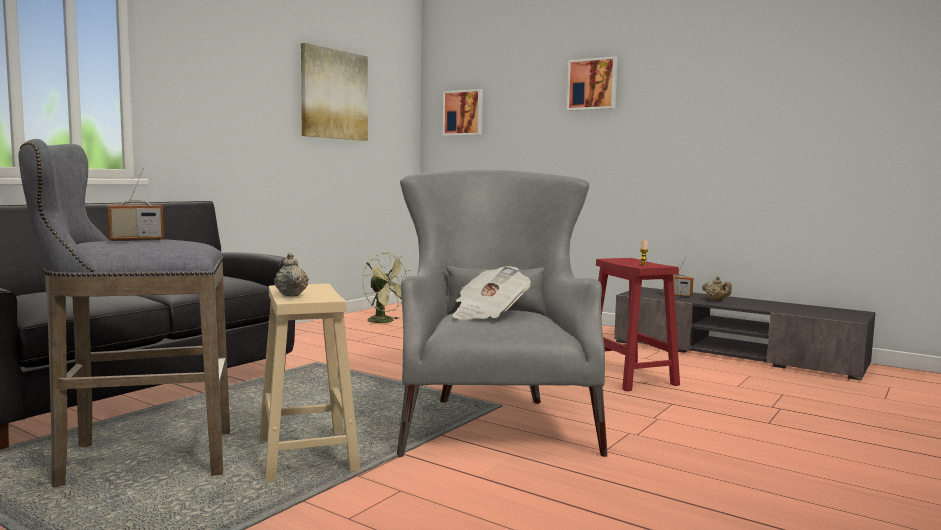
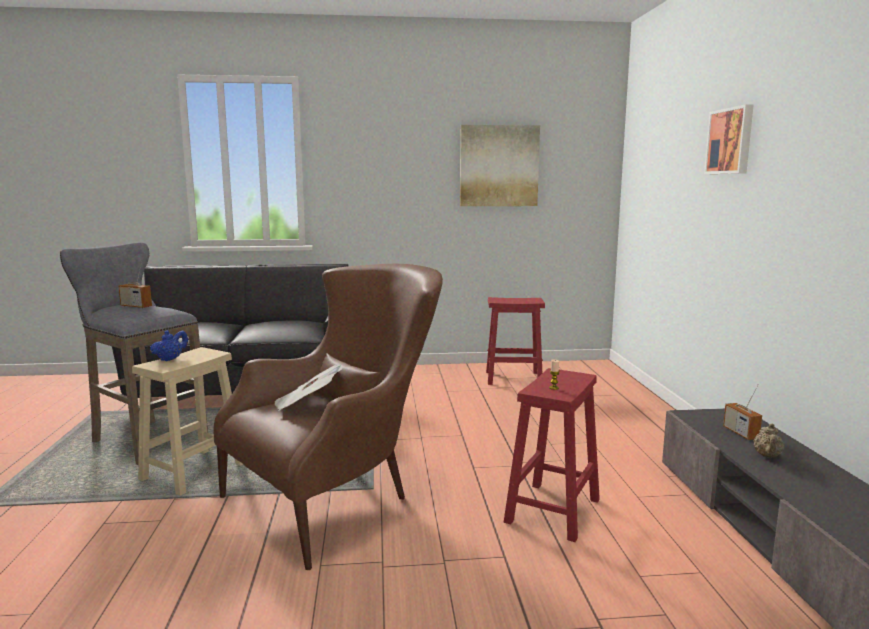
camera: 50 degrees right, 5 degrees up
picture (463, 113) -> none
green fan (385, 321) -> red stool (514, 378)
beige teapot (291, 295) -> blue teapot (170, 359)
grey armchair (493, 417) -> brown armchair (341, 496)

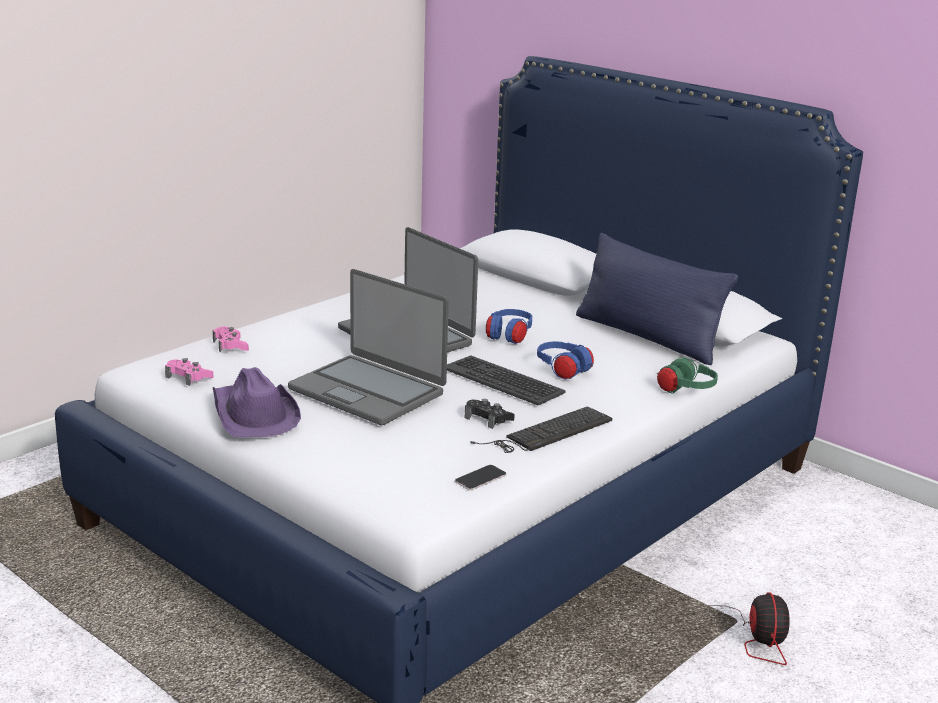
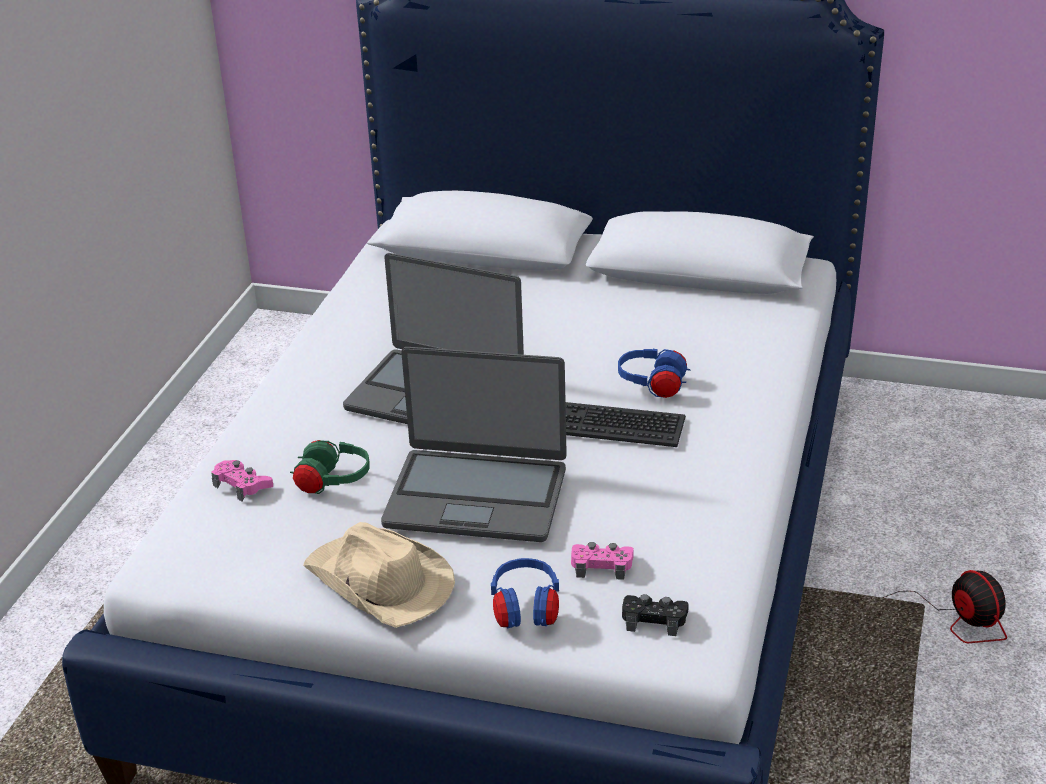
camera: 25 degrees left, 10 degrees up
phone (480, 478) -> none
keyboard (547, 432) -> none
blue pillow (647, 337) -> none
pink game controller (188, 377) -> pink game controller (602, 565), shifted
black game controller (488, 419) -> black game controller (654, 619), shifted
blue headphones (509, 337) -> blue headphones (526, 611), shifted
green headphones (686, 391) -> green headphones (333, 483), shifted
purple hat (253, 414) -> beige hat (379, 582)

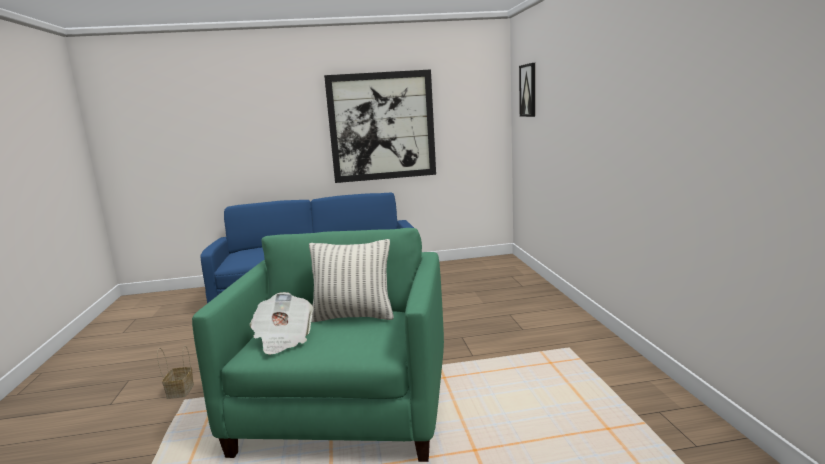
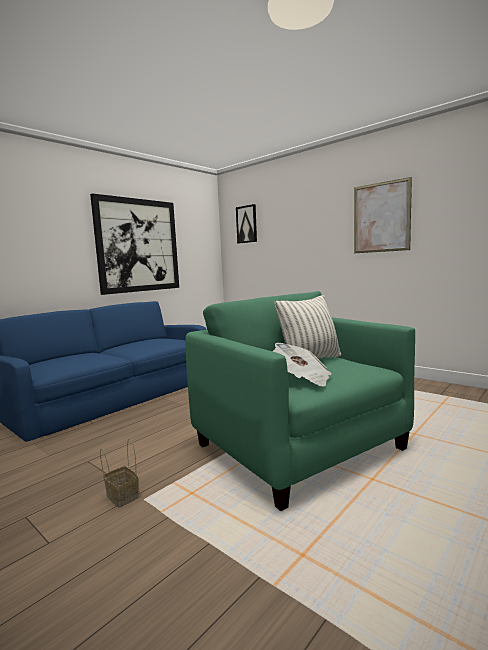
camera: 40 degrees left, 5 degrees down
none -> picture (381, 217)

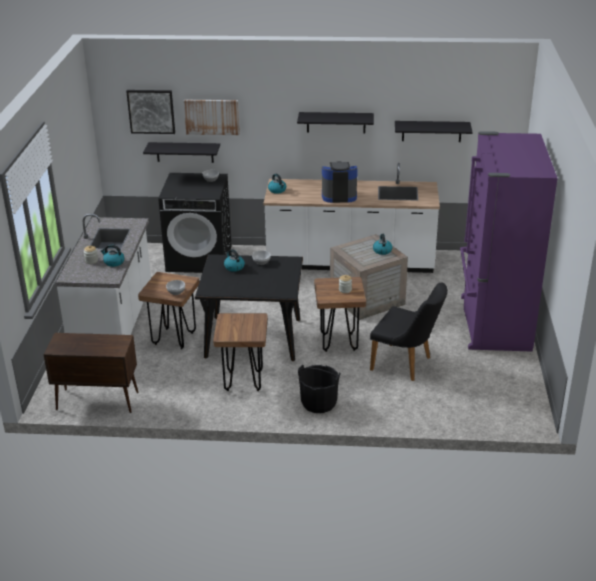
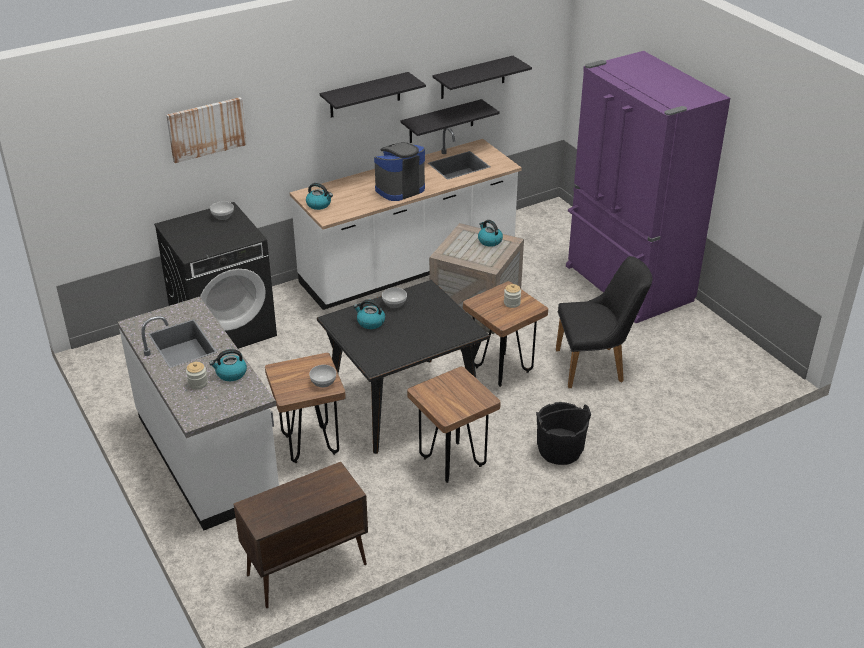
camera: 35 degrees left, 5 degrees up
picture (151, 111) -> none
black shelf (184, 152) -> black shelf (441, 121), shifted

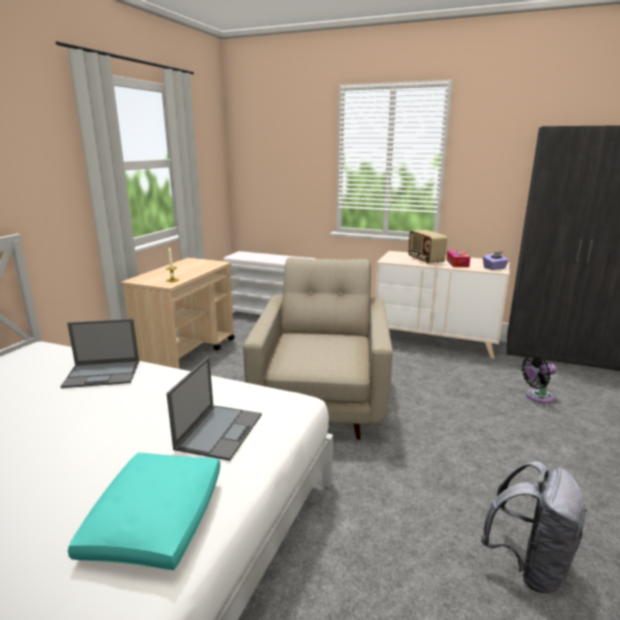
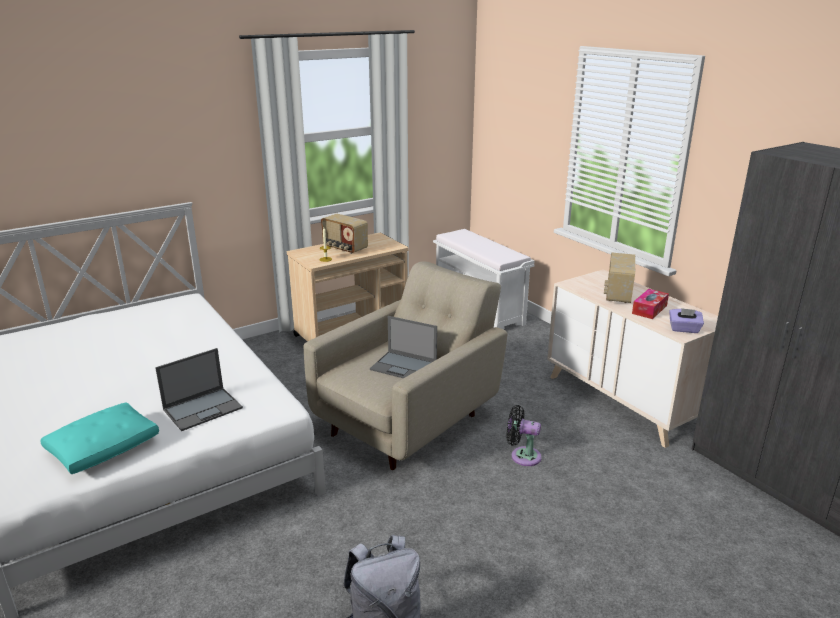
camera: 35 degrees right, 5 degrees up
none -> radio (344, 248)
laptop (103, 374) -> laptop (404, 366), shifted
black fan (537, 397) -> black fan (522, 456), shifted

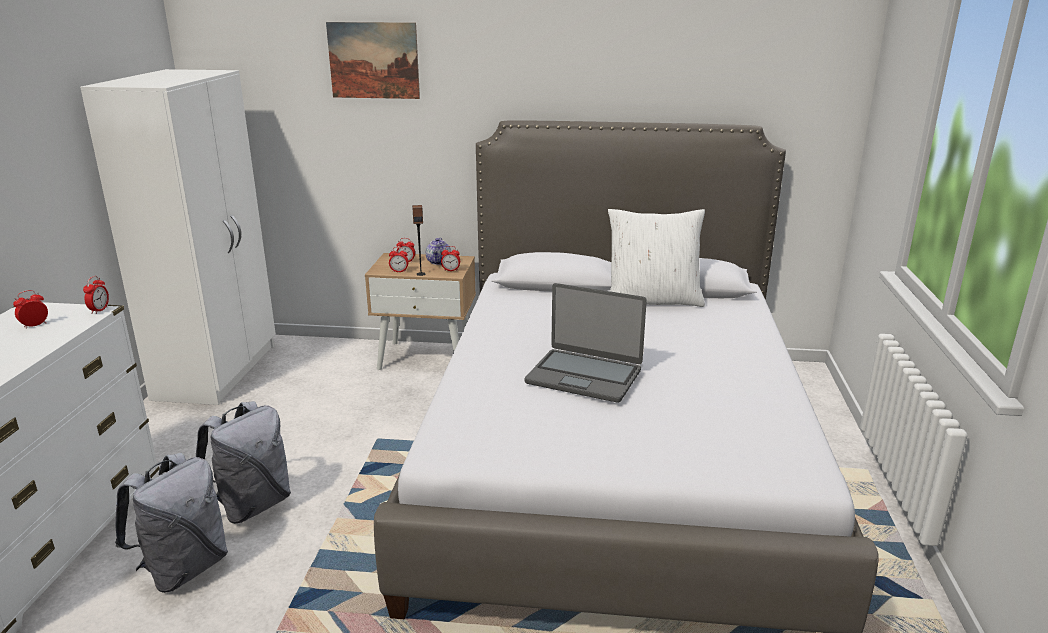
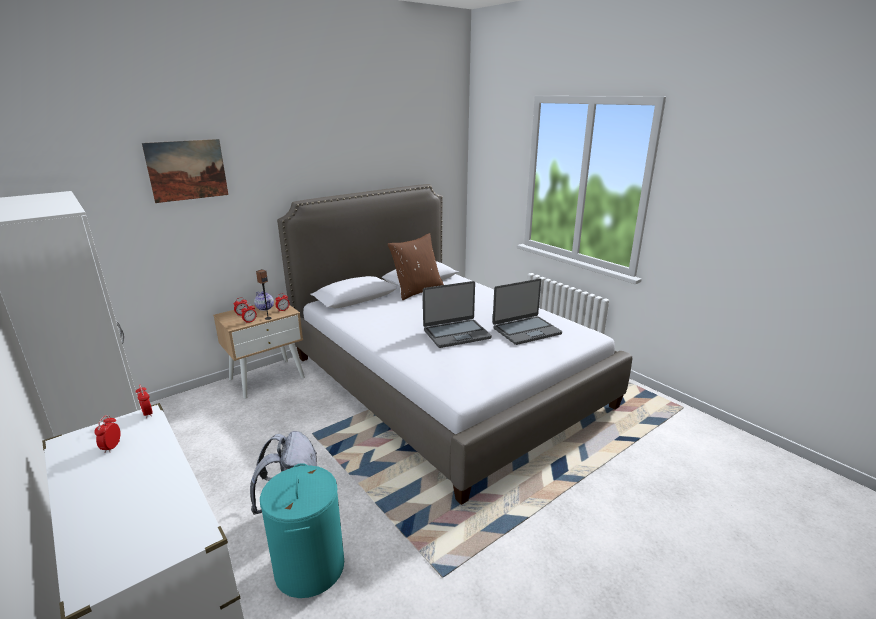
camera: 45 degrees left, 0 degrees up
none -> laptop (526, 331)
grey backpack (184, 568) -> turquoise laundry basket (309, 567)
white pillow (653, 300) -> brown pillow (417, 290)

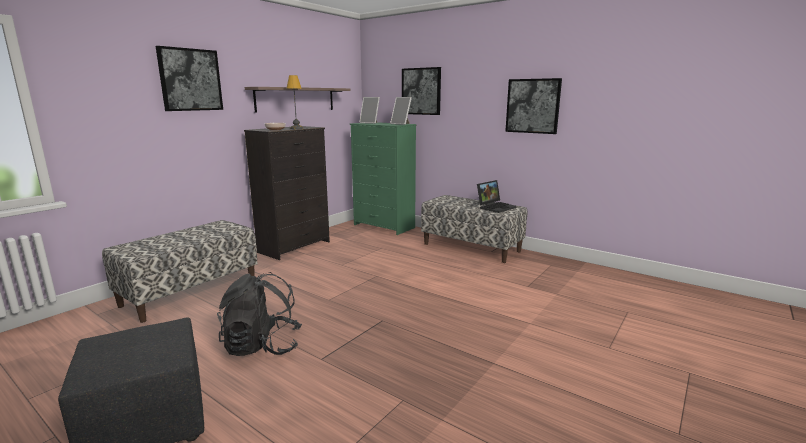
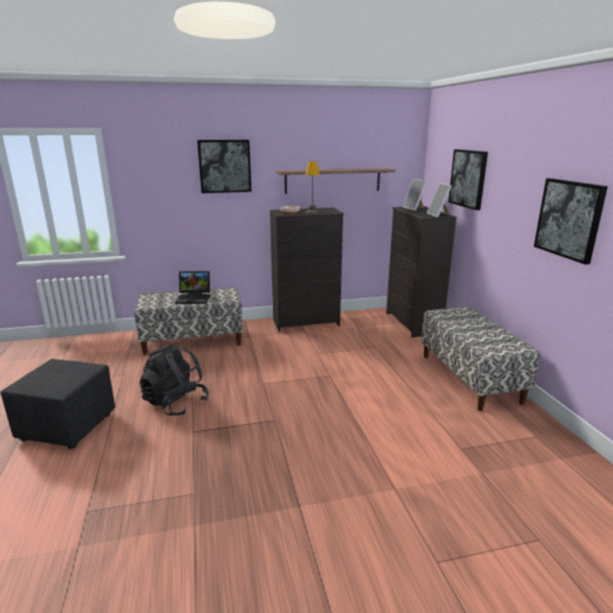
camera: 40 degrees right, 5 degrees up
laptop (495, 207) -> laptop (194, 298), shifted
green dresser (384, 226) -> black dresser (412, 323)

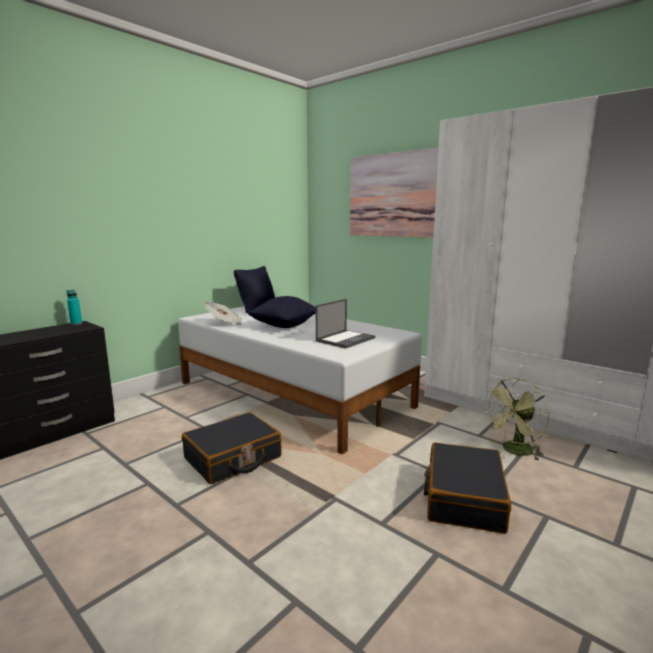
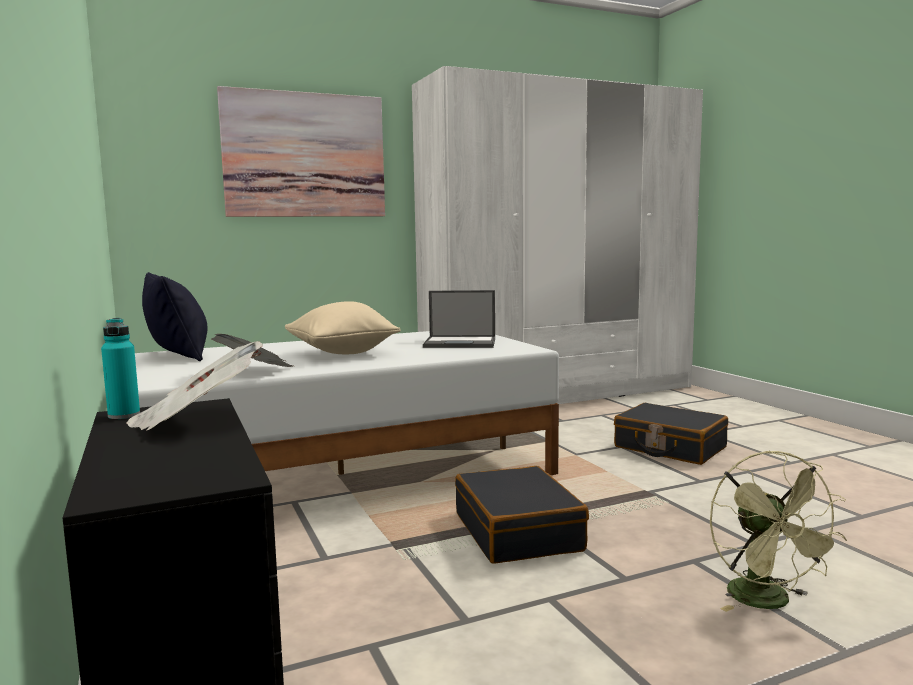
camera: 65 degrees left, 5 degrees down
none -> newspaper (196, 420)
green fan (514, 451) -> green fan (768, 602), shifted
black pillow (284, 326) -> beige pillow (342, 353)
laptop (346, 339) -> laptop (461, 343), 120 degrees clockwise

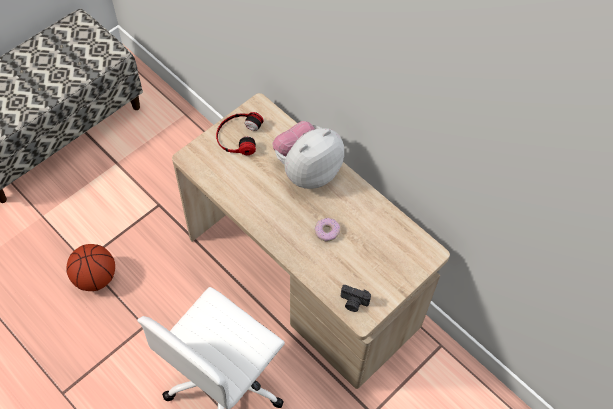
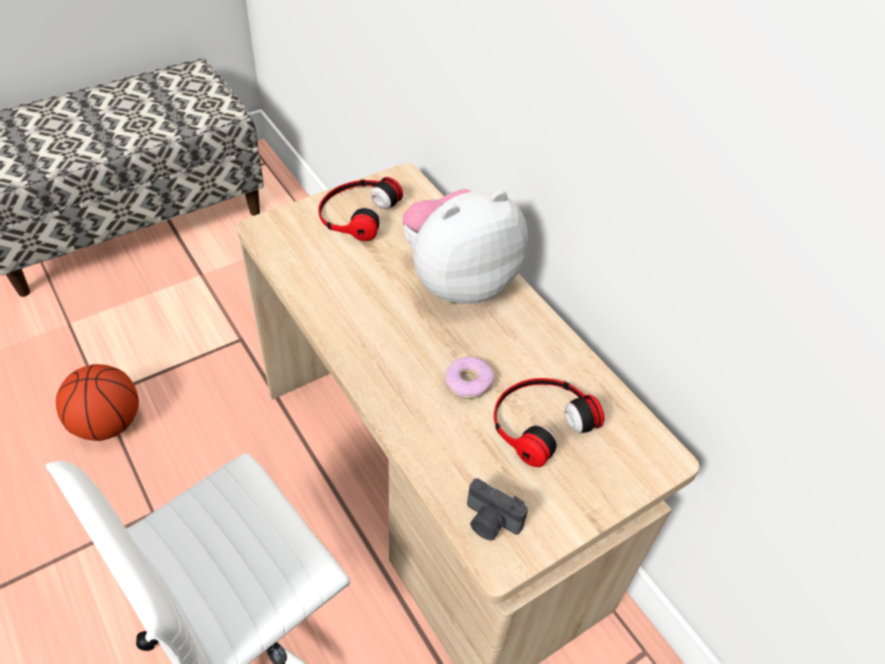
camera: 10 degrees right, 10 degrees down
none -> headphones (540, 421)

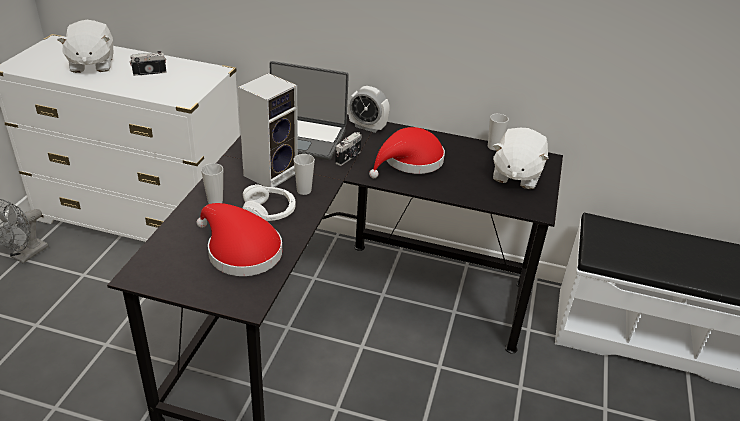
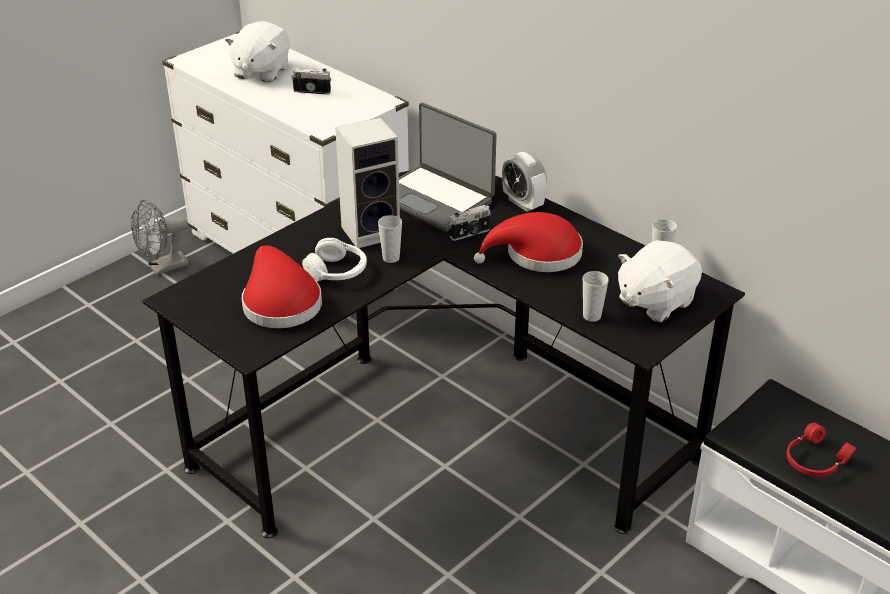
camera: 30 degrees right, 0 degrees up
none -> red headphones (814, 460)
cup (215, 201) -> cup (592, 316), shifted

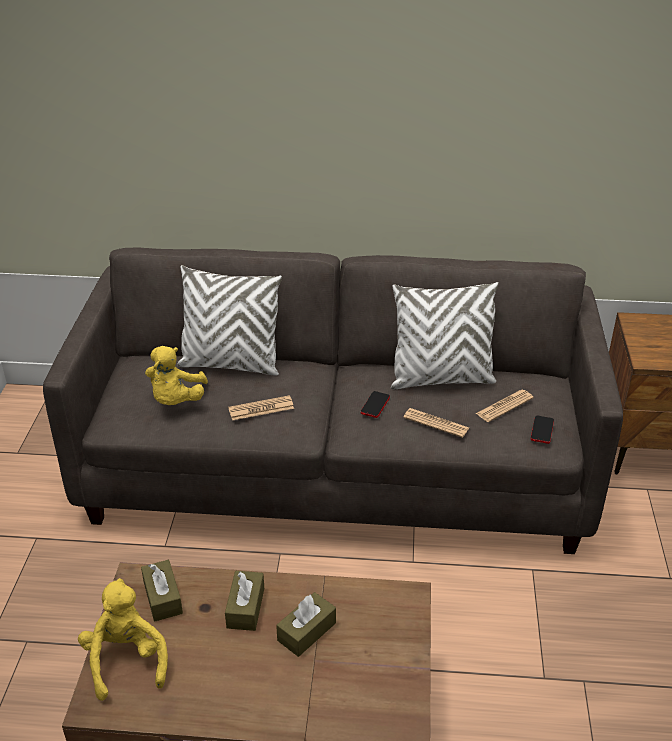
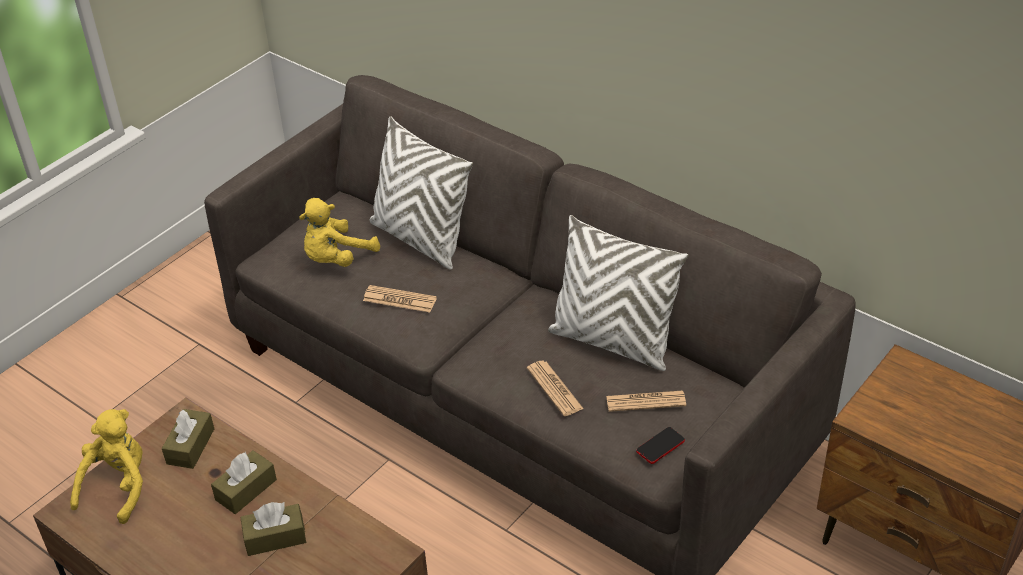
camera: 35 degrees right, 5 degrees up
phone (375, 405) -> none

